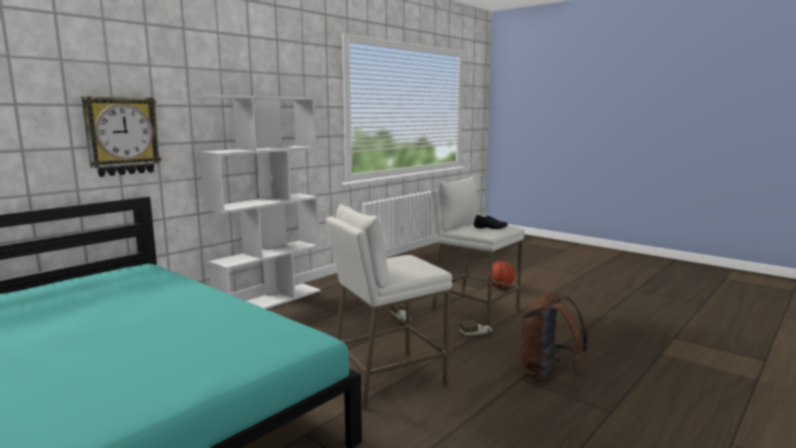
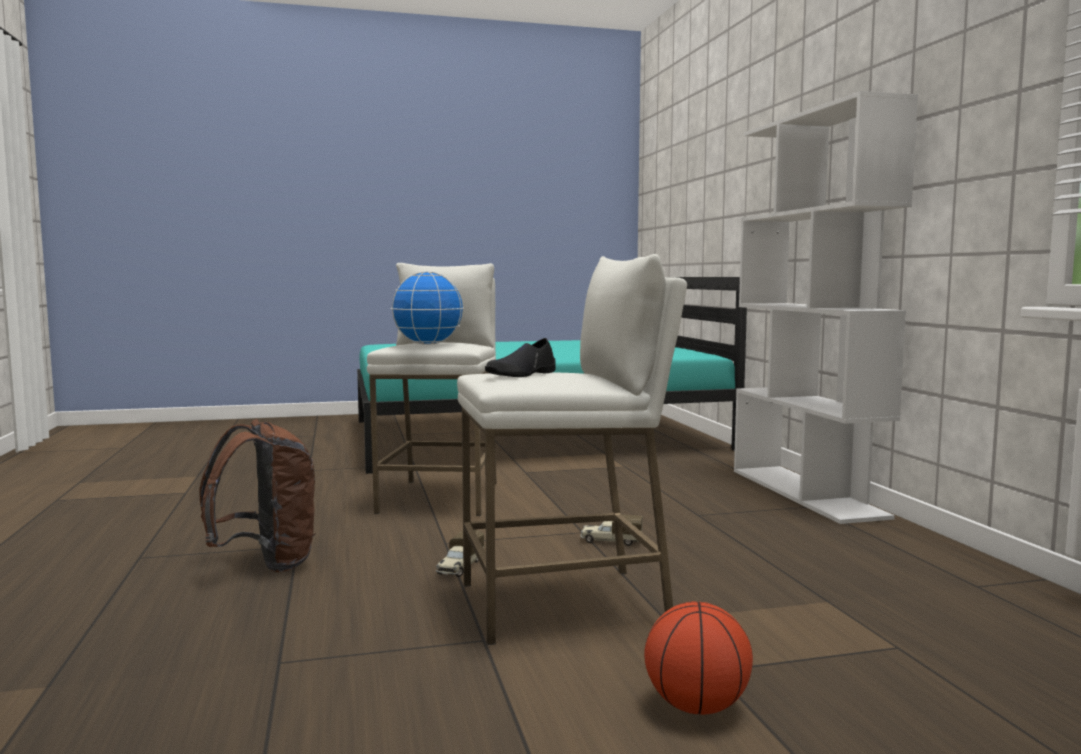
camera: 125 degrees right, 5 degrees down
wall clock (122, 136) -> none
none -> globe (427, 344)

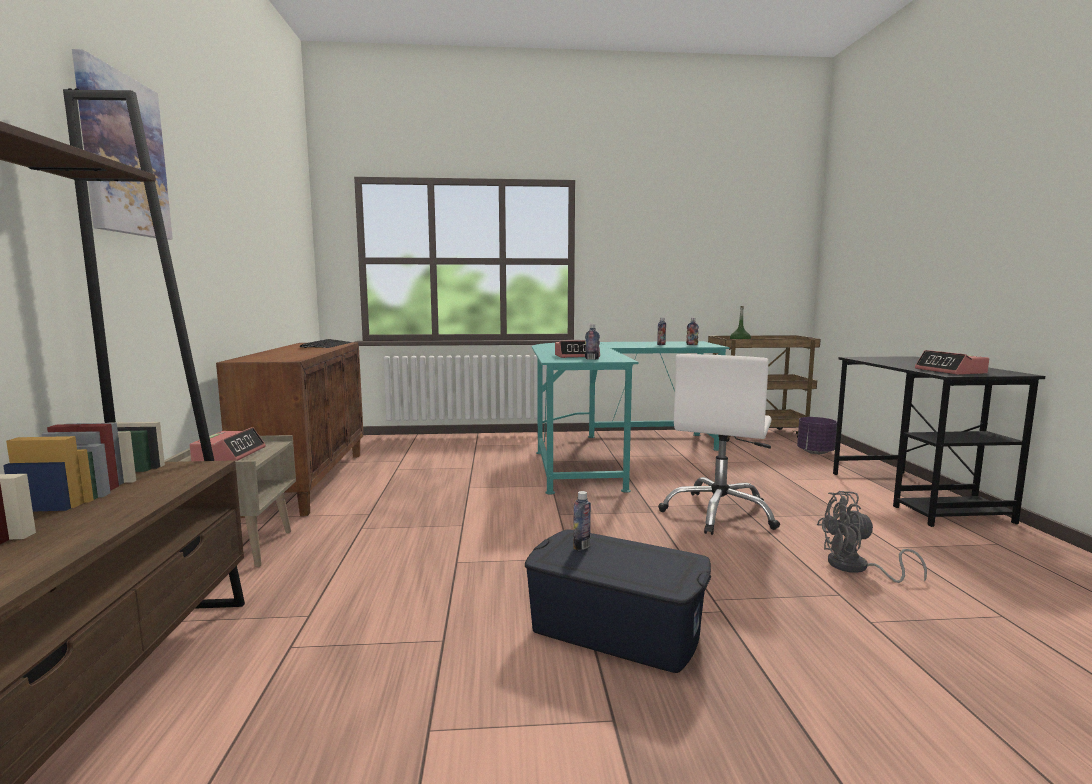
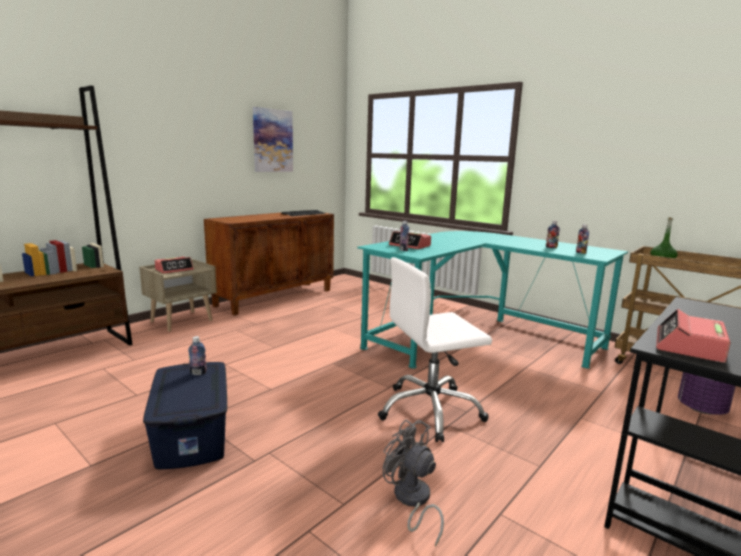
camera: 45 degrees right, 5 degrees up
picture (123, 155) -> picture (272, 141), shifted

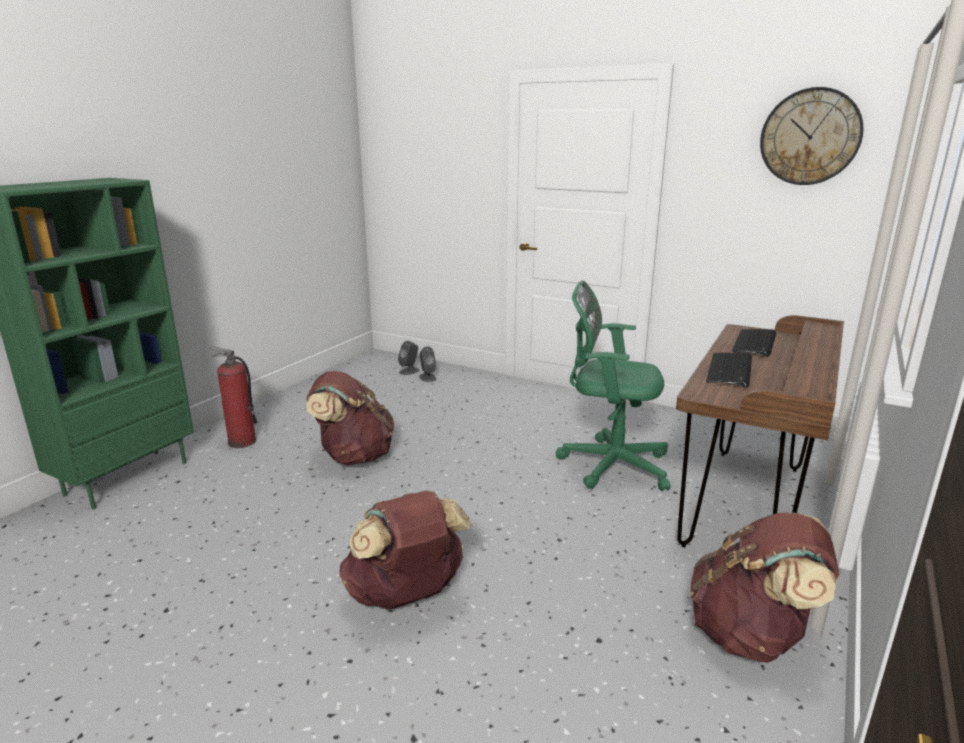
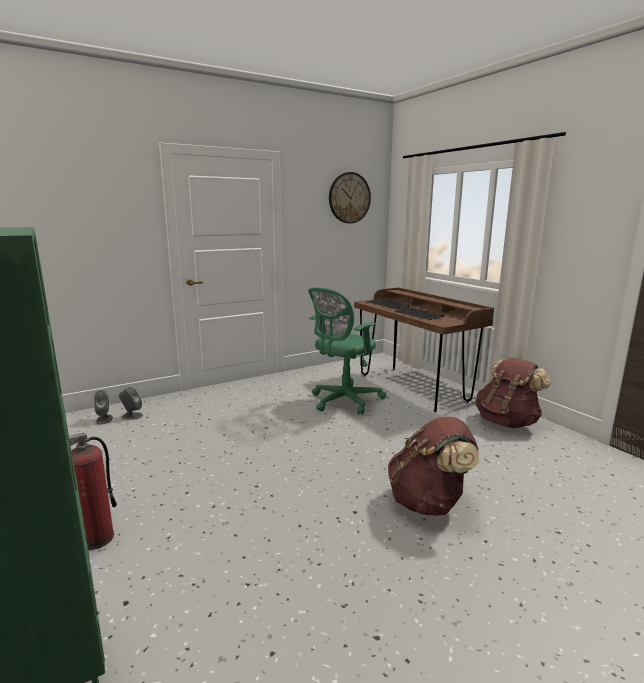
camera: 60 degrees left, 5 degrees down
brown backpack (353, 456) -> none

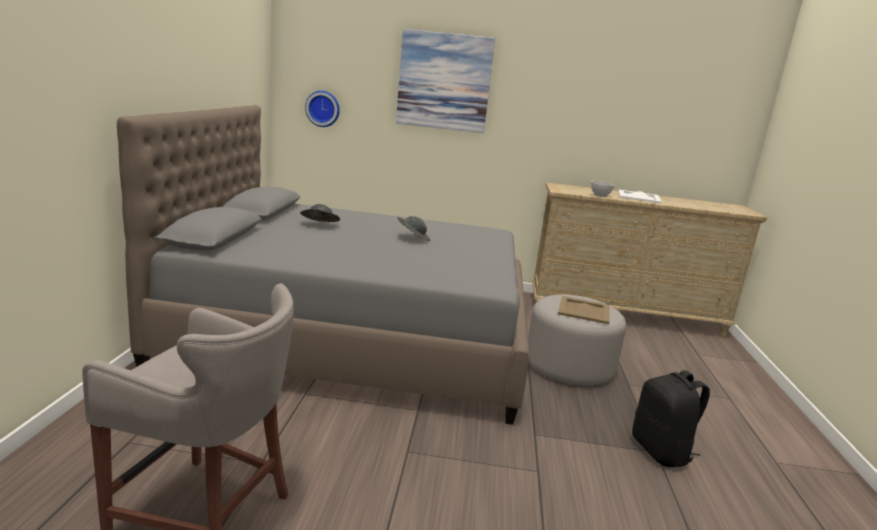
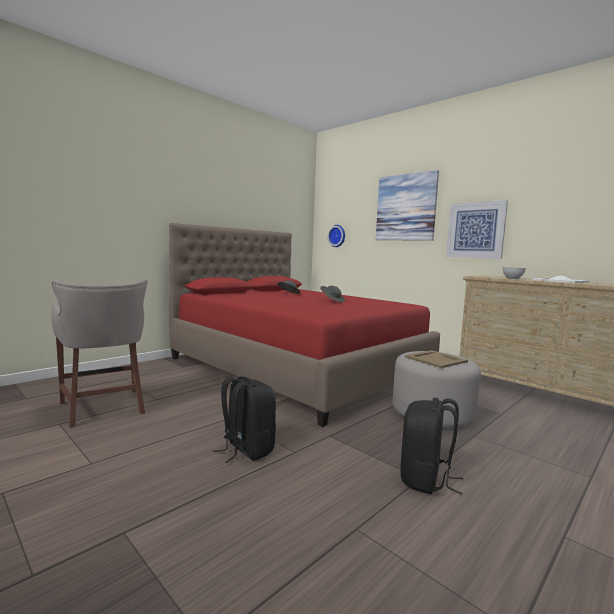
camera: 40 degrees right, 10 degrees down
none -> black backpack (246, 450)
none -> picture (475, 230)
grey bed (355, 336) -> red bed (297, 367)

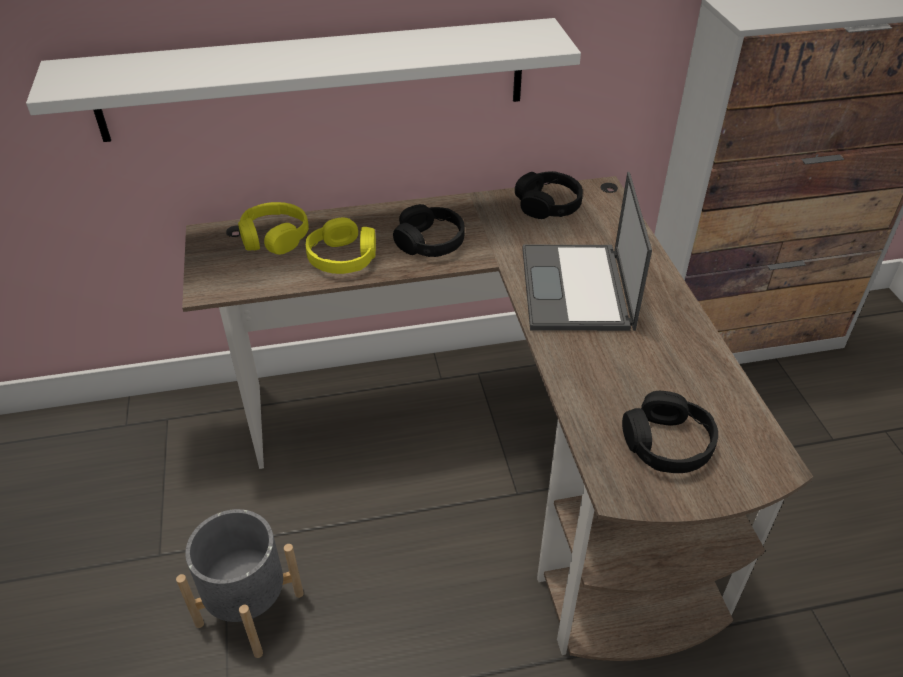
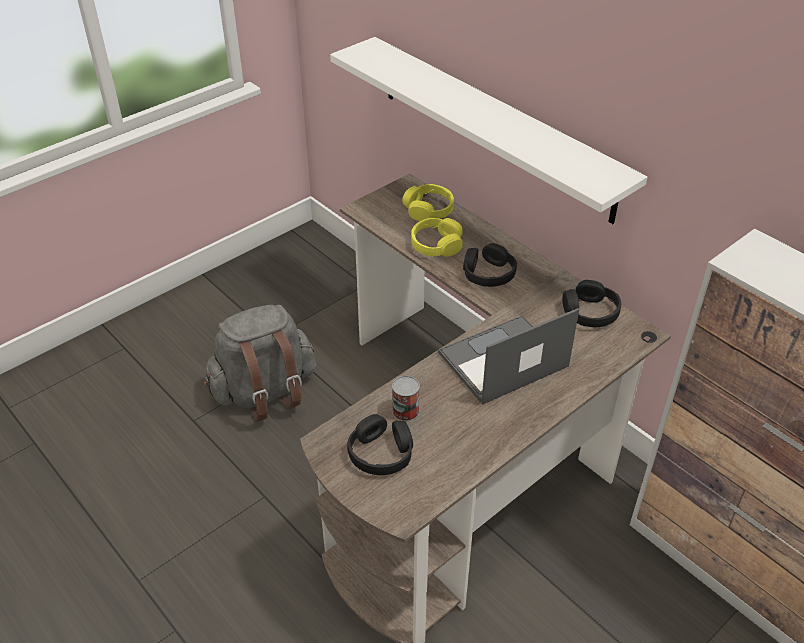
camera: 60 degrees right, 0 degrees up
none -> can (405, 411)
grey planter (250, 608) -> grey backpack (265, 392)

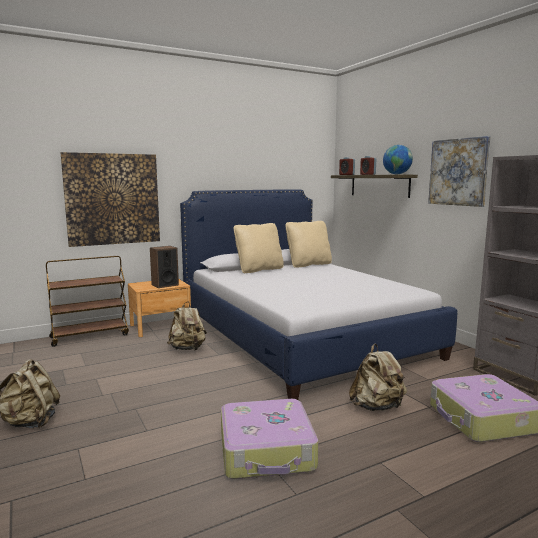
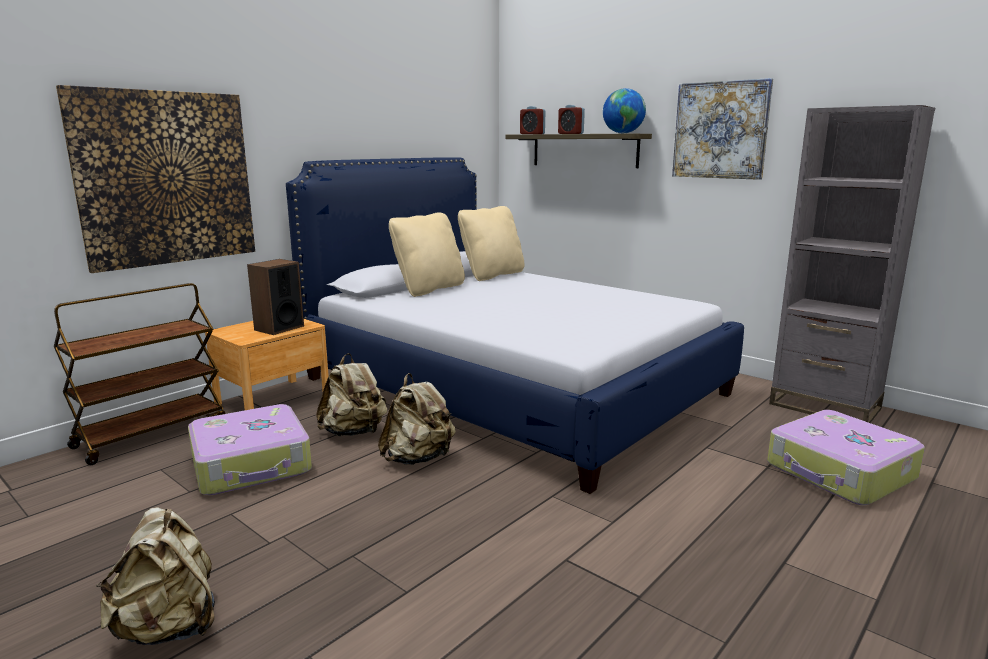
camera: 20 degrees left, 5 degrees up
suitcase (267, 451) -> suitcase (252, 464), shifted
beige backpack (377, 407) -> beige backpack (418, 458), shifted

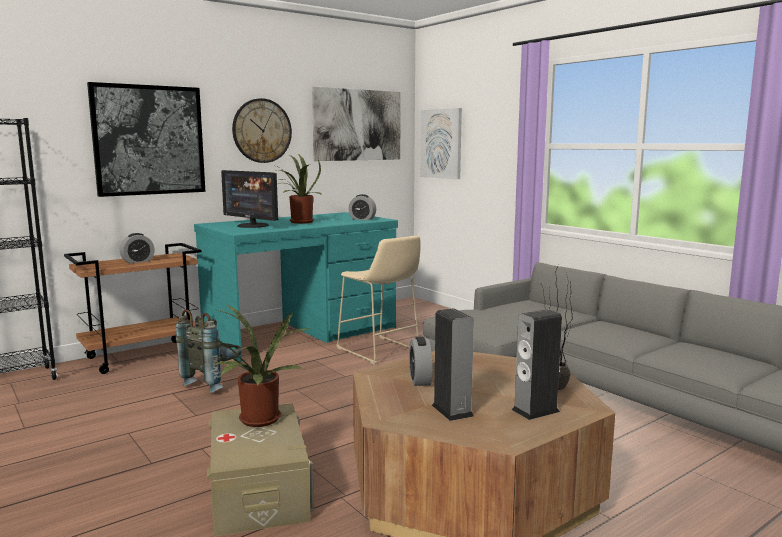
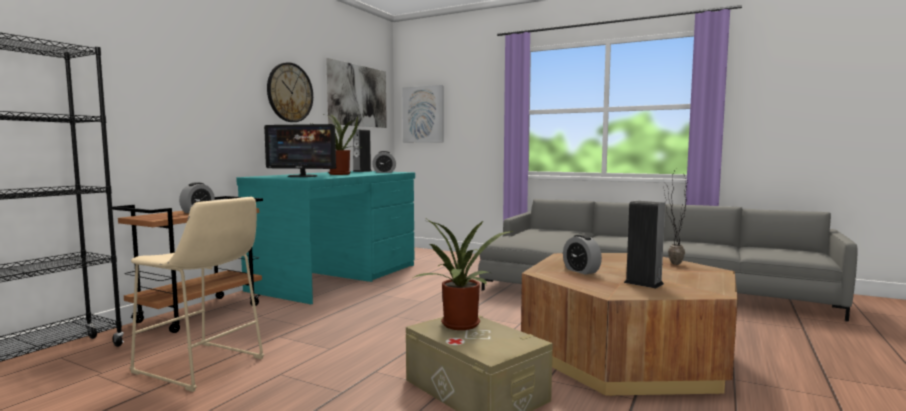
camera: 25 degrees left, 5 degrees down
picture (149, 140) -> none
grey backpack (214, 382) -> none
beige stool (380, 352) -> beige stool (203, 367), shifted
speaker (535, 410) -> speaker (362, 171), shifted

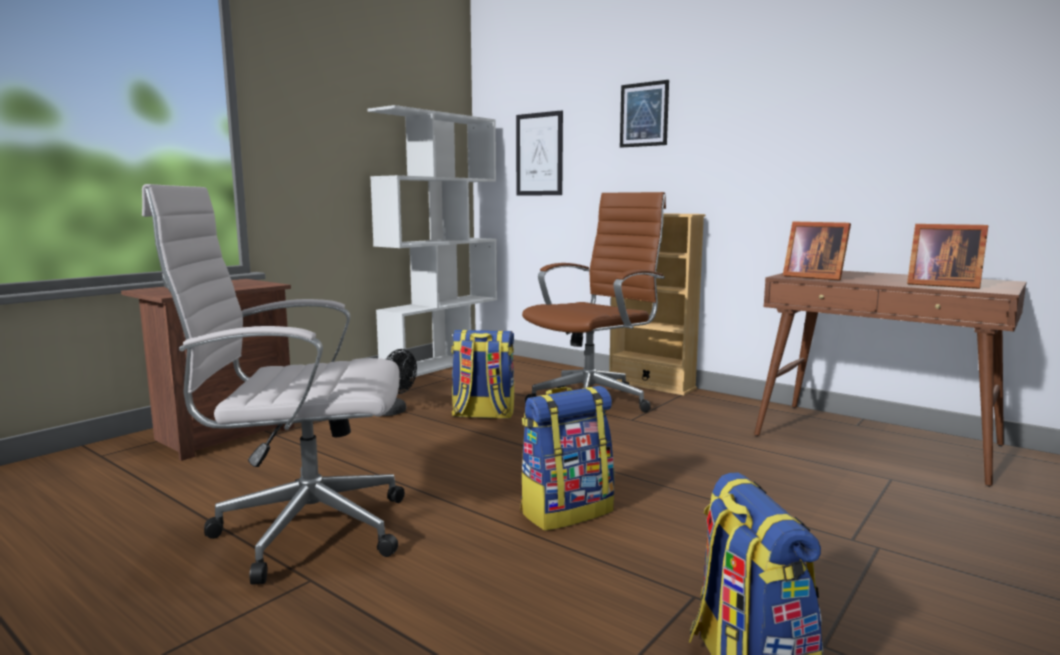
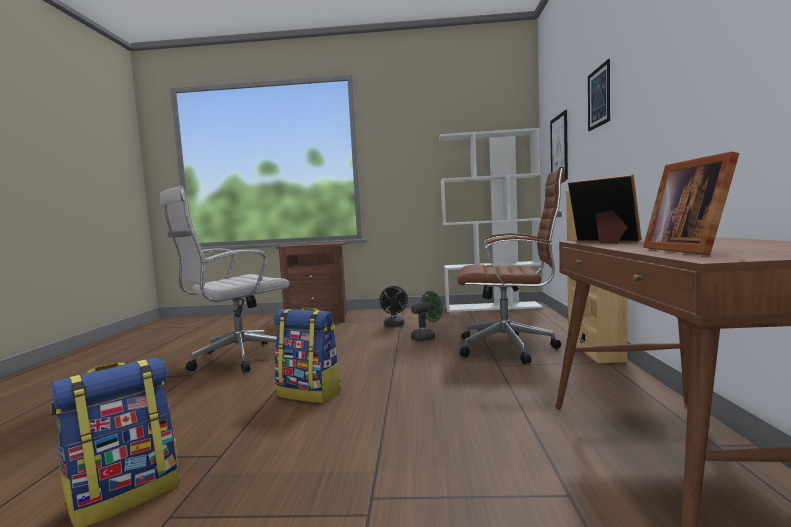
camera: 55 degrees right, 5 degrees down
backpack (483, 415) -> green fan (426, 337)
white office chair (302, 531) -> white office chair (235, 359), 90 degrees counterclockwise
picture frame (813, 277) -> picture frame (603, 241), 135 degrees clockwise

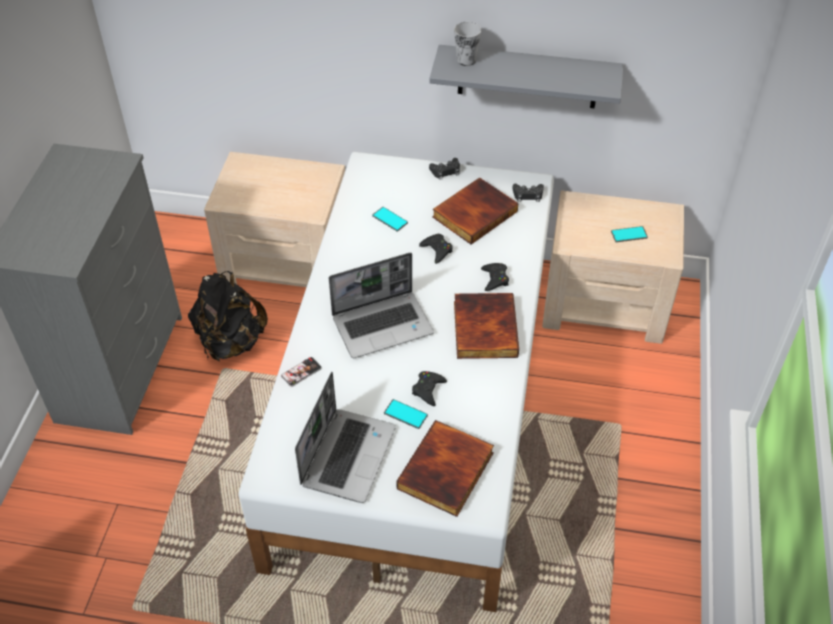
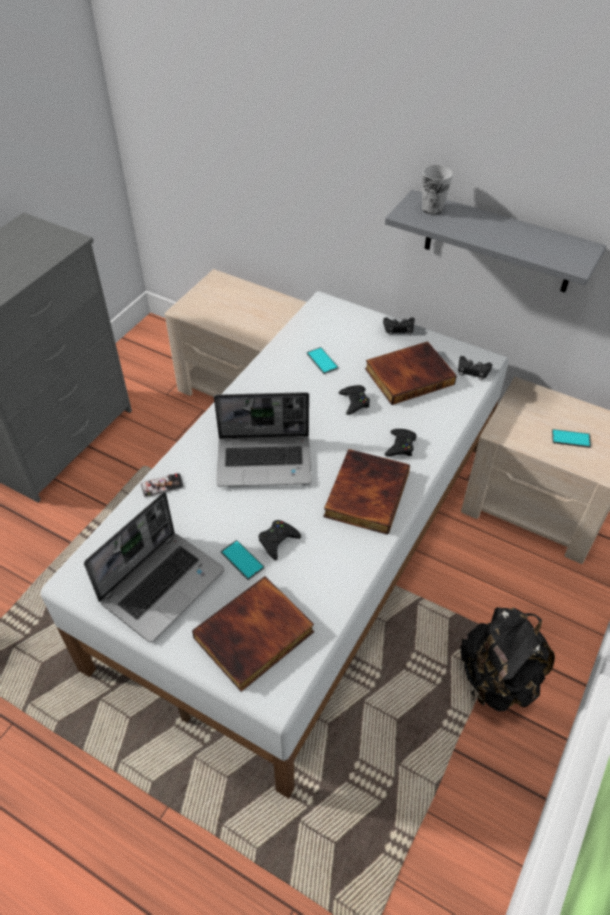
camera: 20 degrees right, 0 degrees up
black backpack (230, 342) -> black backpack (497, 679), shifted

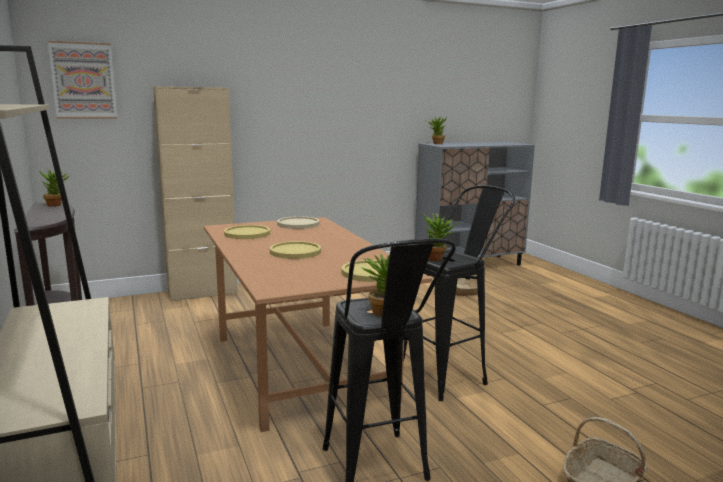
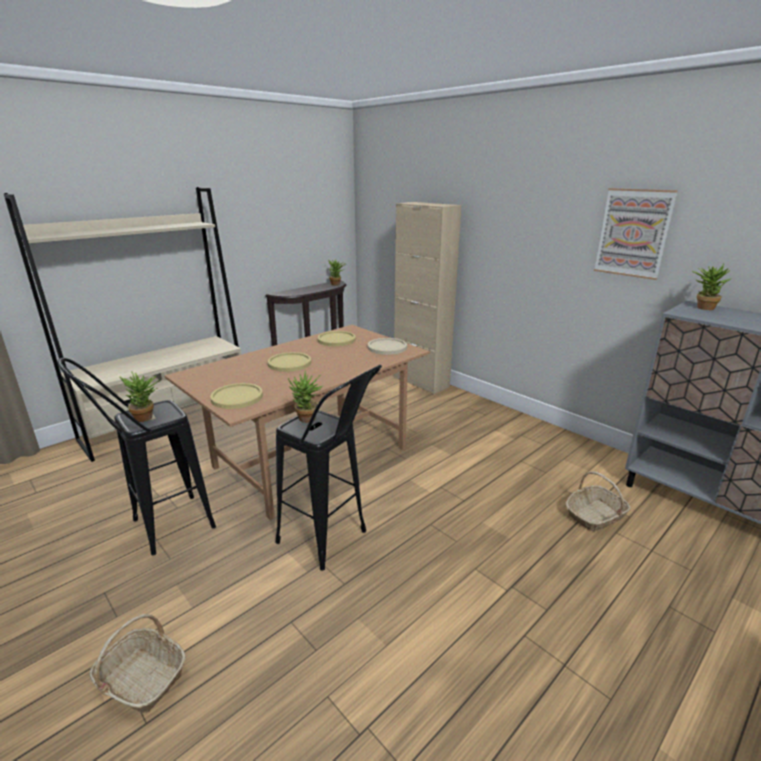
camera: 70 degrees right, 10 degrees up
picture (83, 80) -> picture (633, 233), shifted

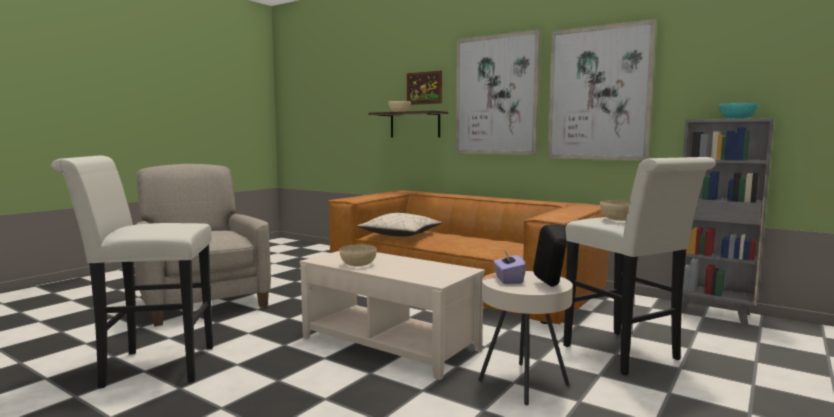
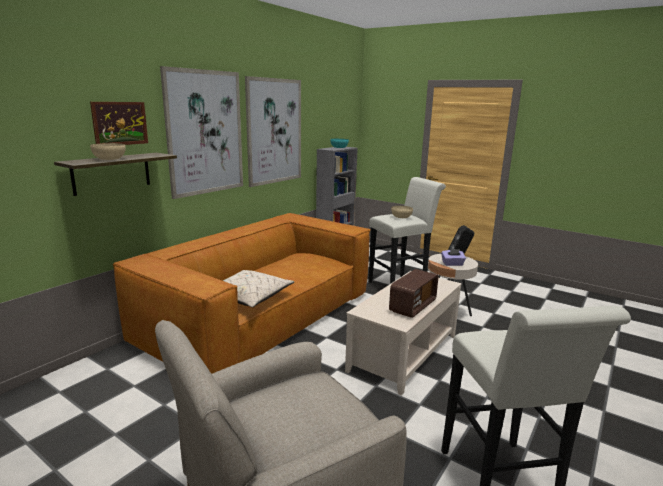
camera: 90 degrees left, 10 degrees up
beige bowl (358, 264) -> radio (412, 306)

